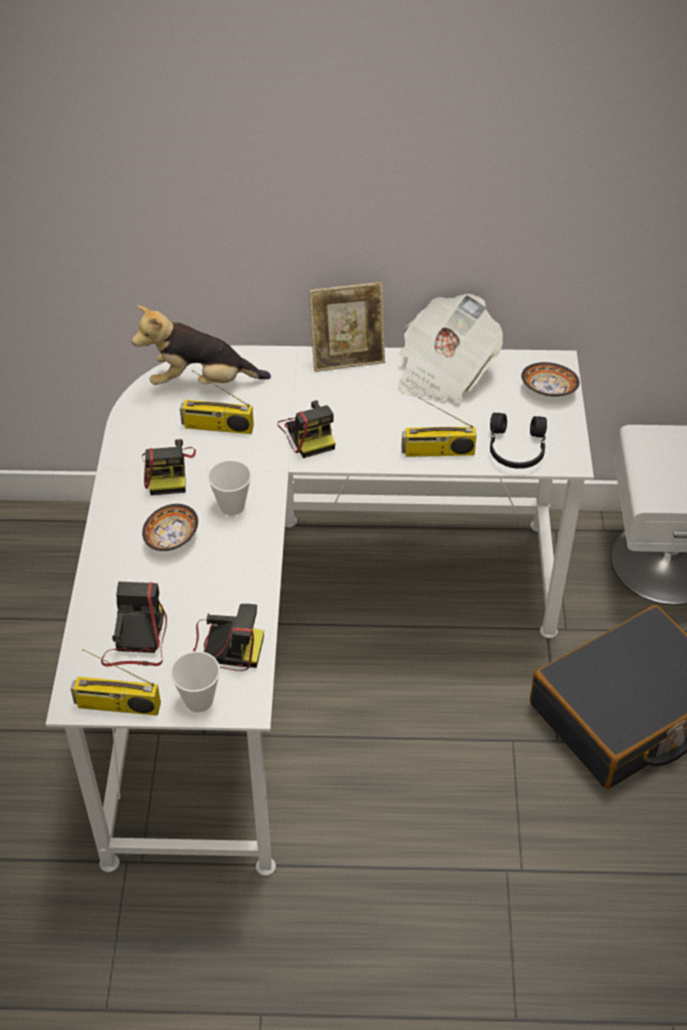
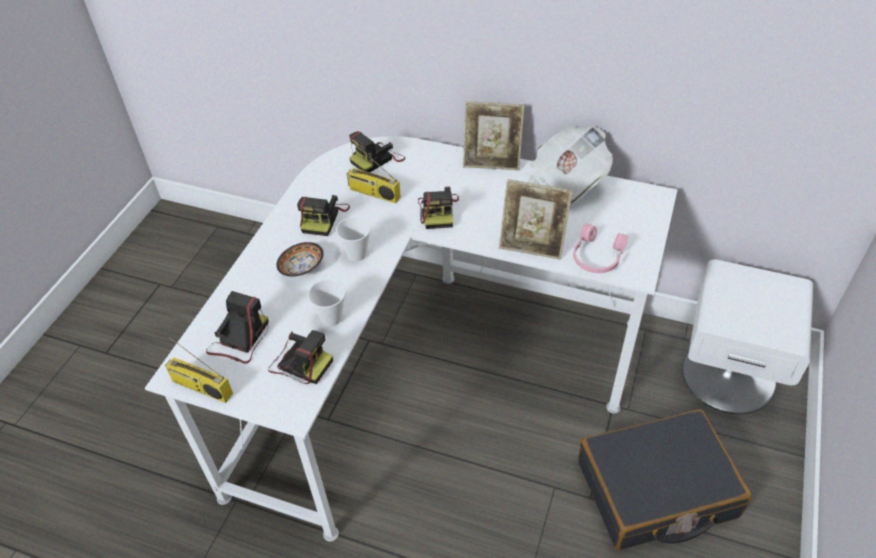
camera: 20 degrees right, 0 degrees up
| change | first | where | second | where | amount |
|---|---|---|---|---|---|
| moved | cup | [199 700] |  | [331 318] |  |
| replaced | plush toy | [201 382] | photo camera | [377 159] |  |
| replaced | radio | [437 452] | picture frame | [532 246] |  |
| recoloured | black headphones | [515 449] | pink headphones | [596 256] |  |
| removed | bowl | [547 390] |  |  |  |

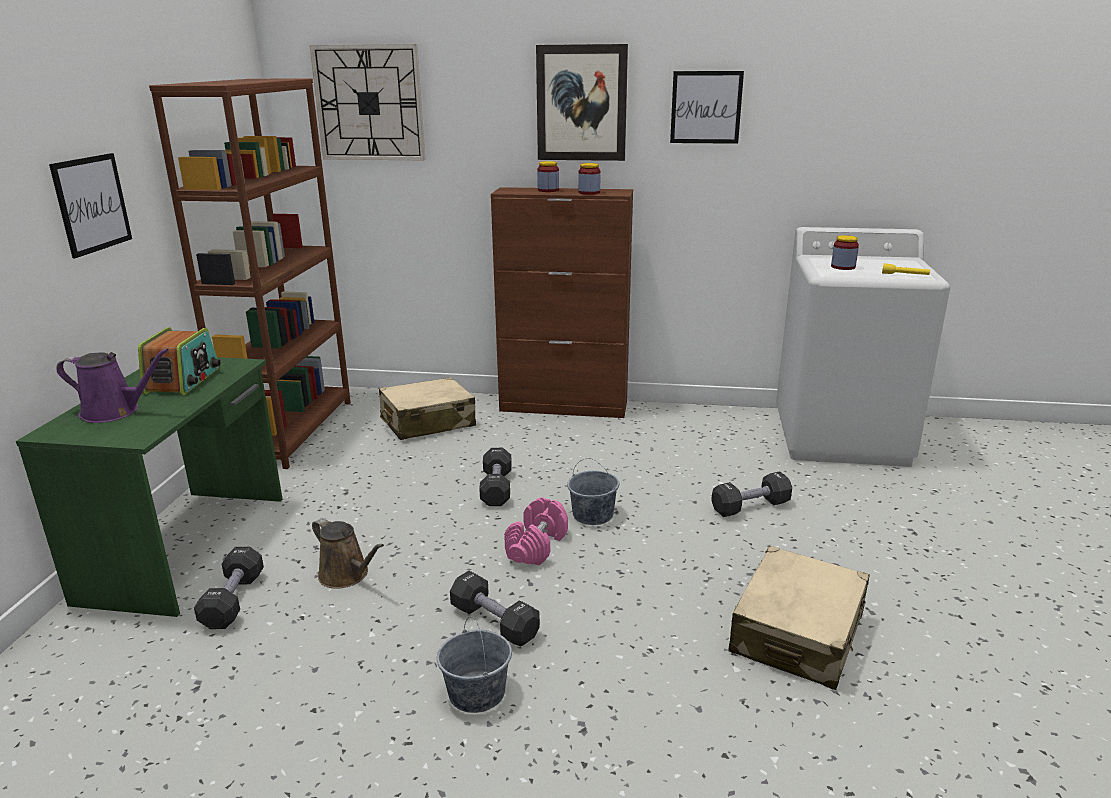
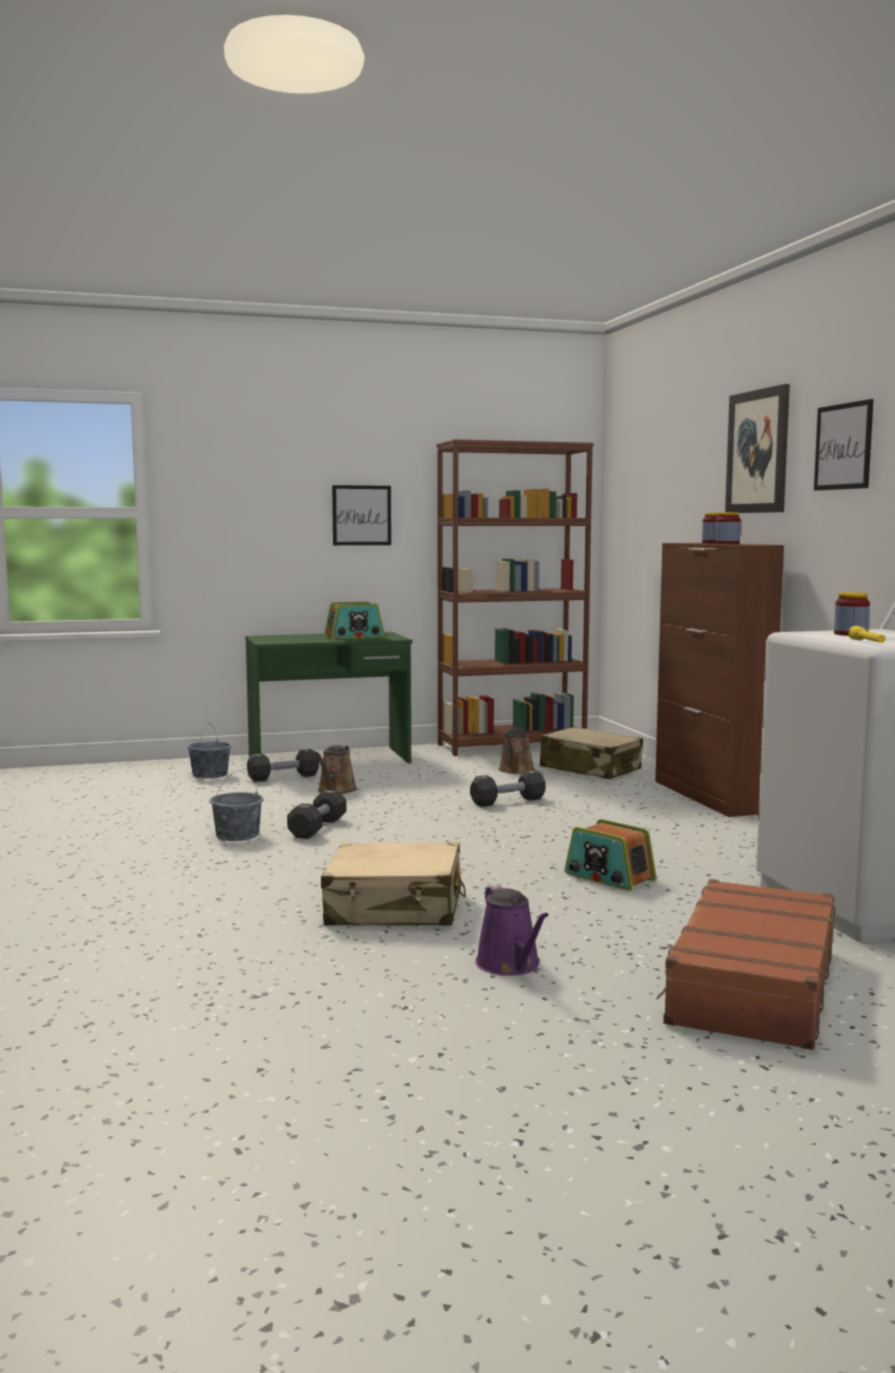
camera: 65 degrees right, 15 degrees down
| change | first | where | second | where | amount |
|---|---|---|---|---|---|
| moved | grey bucket | [593 515] |  | [210 775] |  |
| moved | purple watering can | [115 412] |  | [510 965] |  |
| added |  |  | brown watering can | [515 770] |  |
| replaced | black dumbbell | [750 507] | radio | [609 877] |  |
| added |  |  | brown suitcase | [751 986] |  |
| removed | wall clock | [369 103] |  |  |  |
| removed | pink dumbbell | [536 545] |  |  |  |

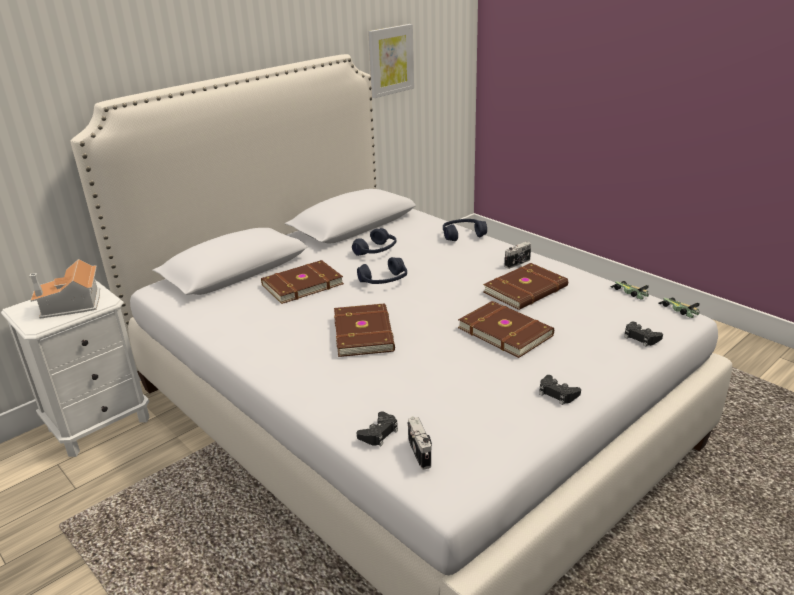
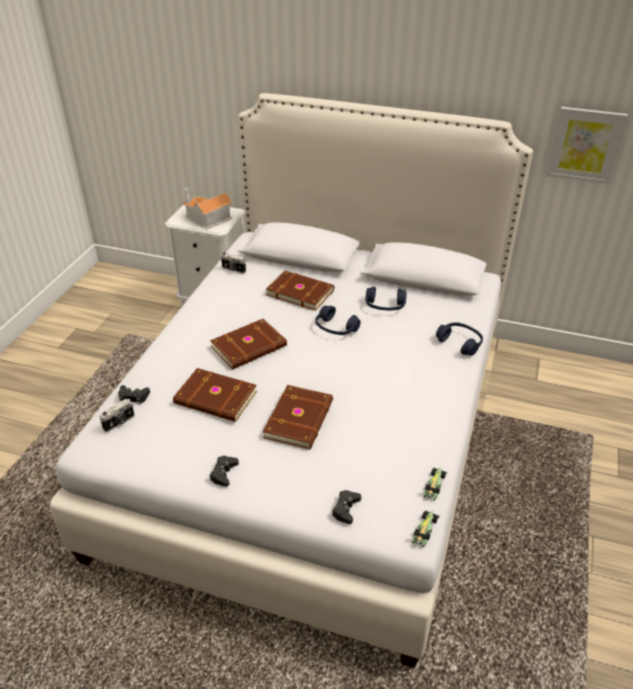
camera: 60 degrees right, 10 degrees up
| change | first | where | second | where | amount |
|---|---|---|---|---|---|
| moved | brown book | [527 290] |  | [215 399] |  |
| moved | photo camera | [518 263] |  | [233 269] |  |

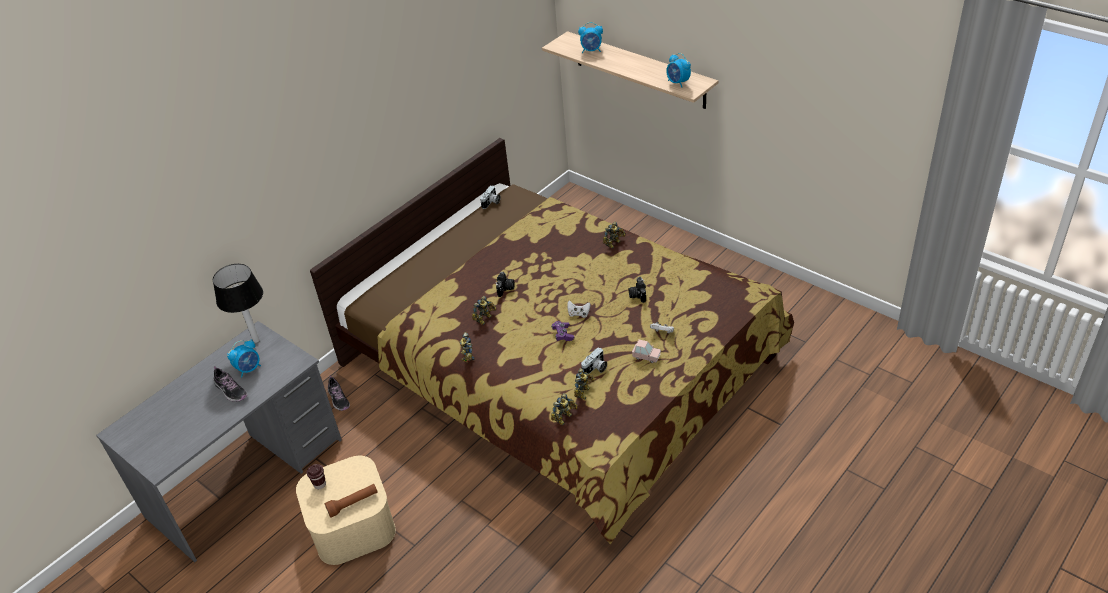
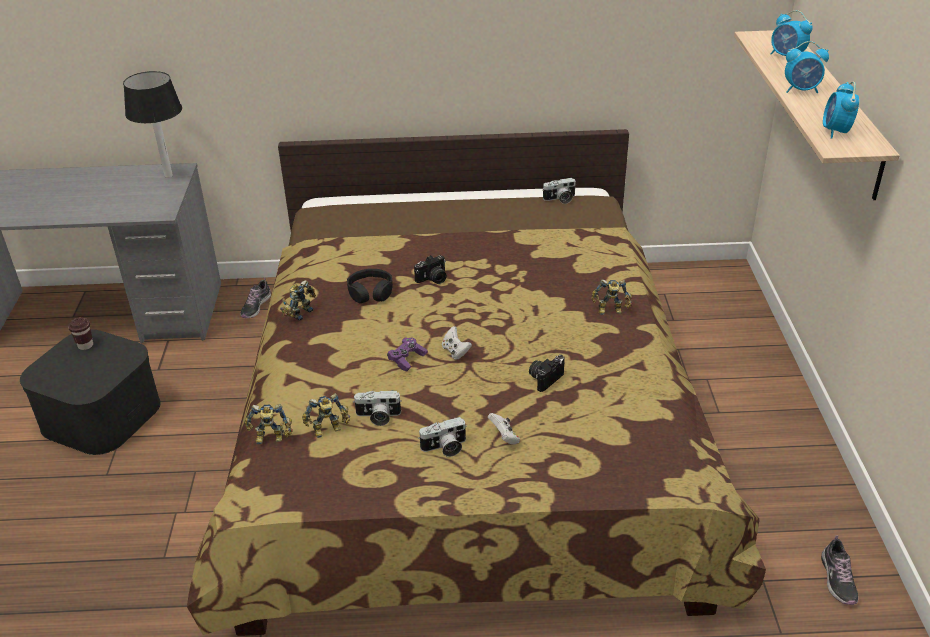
camera: 45 degrees right, 5 degrees down
| change | first | where | second | where | amount |
|---|---|---|---|---|---|
| recoloured | beige storage box | [351 525] | black storage box | [101 415] |  |
| replaced | toy robot | [485 319] | black headphones | [370 292] |  |
| replaced | pink toy car | [646 357] | photo camera | [445 448] |  |
| moved | alarm clock | [249 369] |  | [801 90] |  |
| moved | shoe | [231 390] |  | [837 579] |  |
| removed | brown flashlight | [353 503] |  |  |  |

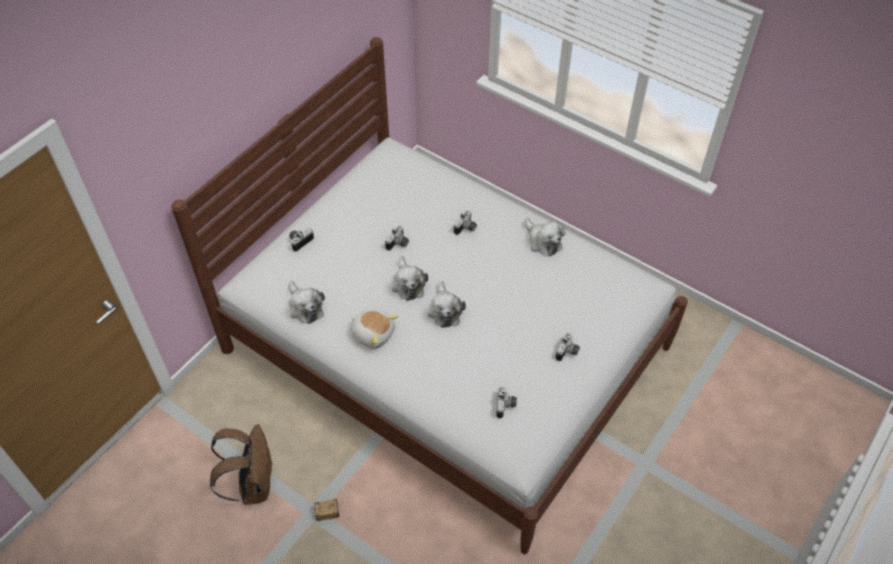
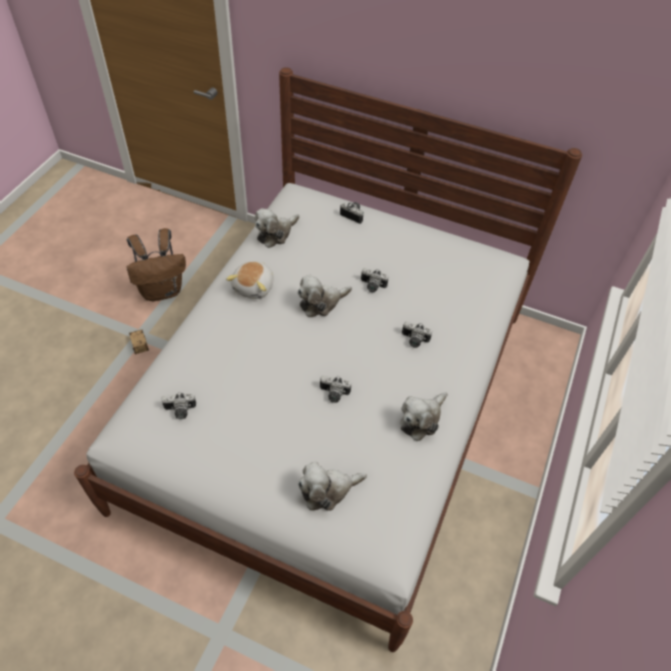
camera: 75 degrees right, 0 degrees up
| change | first | where | second | where | amount |
|---|---|---|---|---|---|
| moved | plush toy | [445 310] |  | [328 490] |  |
| moved | photo camera | [568 352] |  | [333 394] |  |

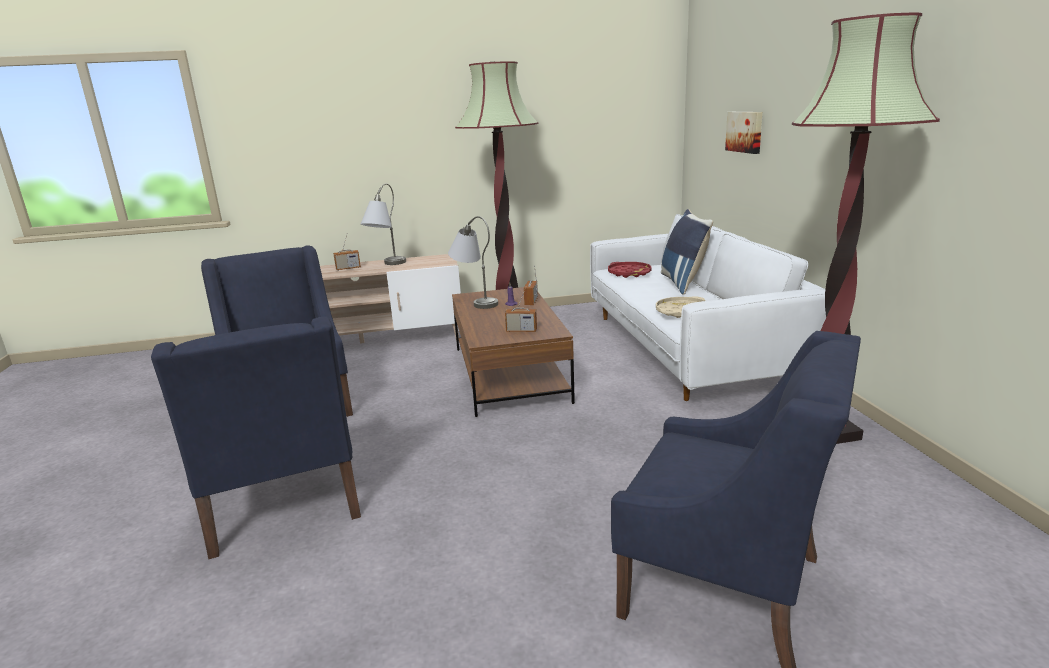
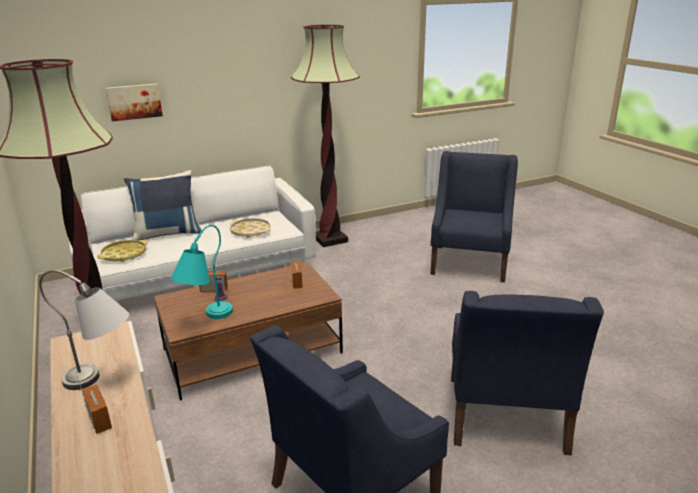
camera: 105 degrees left, 5 degrees up
| change | first | where | second | where | amount |
|---|---|---|---|---|---|
| recoloured | red tray | [629 273] | yellow tray | [124 254] |  |
| recoloured | grey table lamp | [475 301] | turquoise table lamp | [206 320] |  |
| turned | blue armchair | [283 503] |  | [505 415] | 135 degrees clockwise |

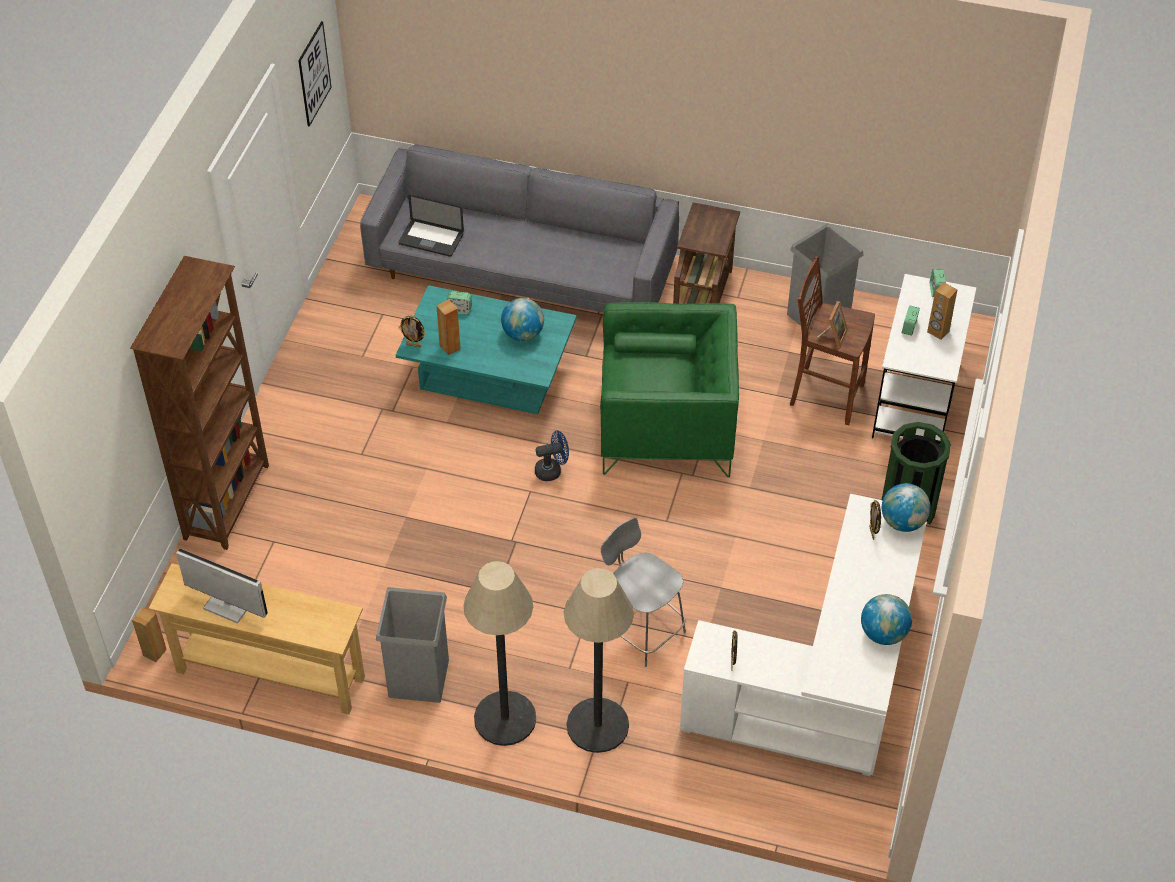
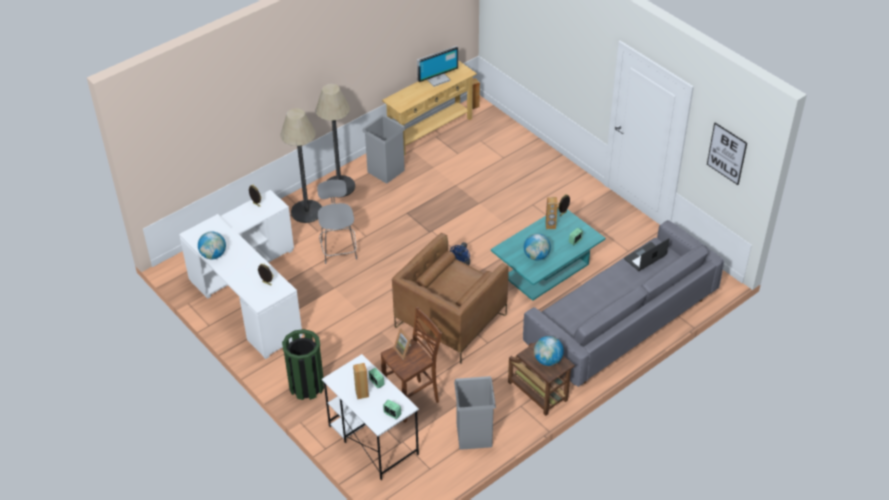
camera: 125 degrees right, 5 degrees down
| change | first | where | second | where | amount |
|---|---|---|---|---|---|
| turned | grey chair | [642 630] |  | [338 249] | 90 degrees counterclockwise |
| recoloured | green armchair | [666 427] | brown armchair | [450 321] |  |
| moved | globe | [903 522] |  | [548 360] |  |
| removed | brown bookcase | [228 501] |  |  |  |

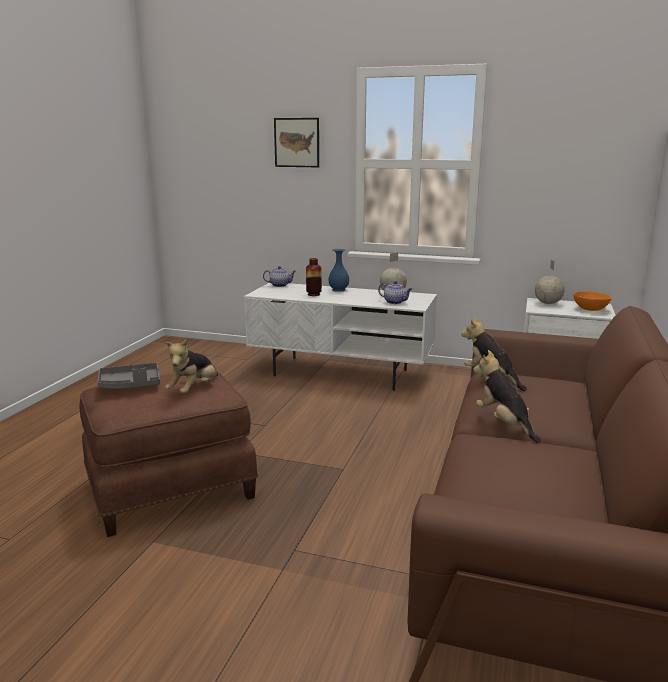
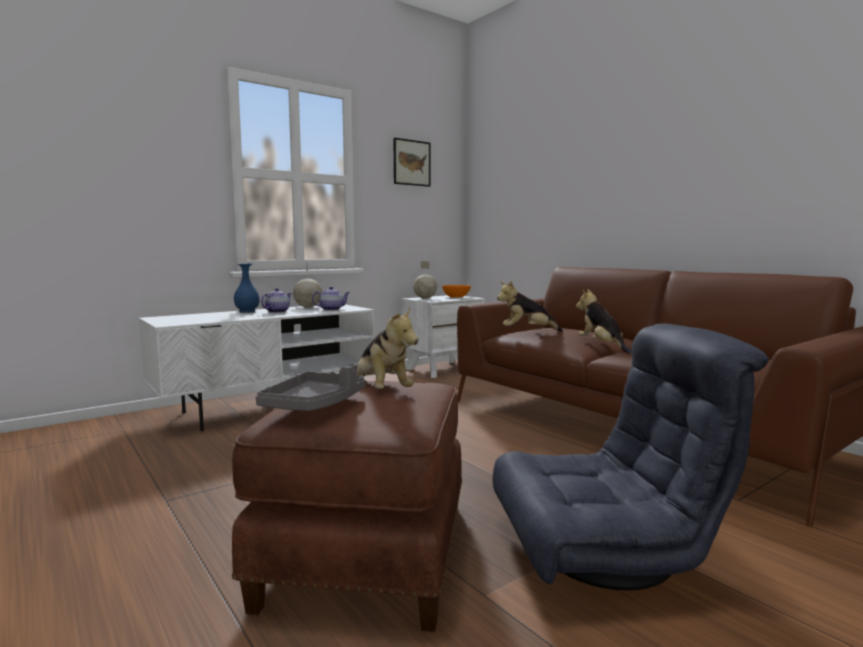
camera: 55 degrees left, 10 degrees down
| change | first | where | second | where | amount |
|---|---|---|---|---|---|
| moved | teapot | [280 285] |  | [277 311] |  |
| moved | picture | [297 142] |  | [411 163] |  |
| added |  |  | grey armchair | [605 555] |  |
| turned | plush toy | [504 423] |  | [602 346] | 60 degrees clockwise |
| removed | vase | [314 294] |  |  |  |

